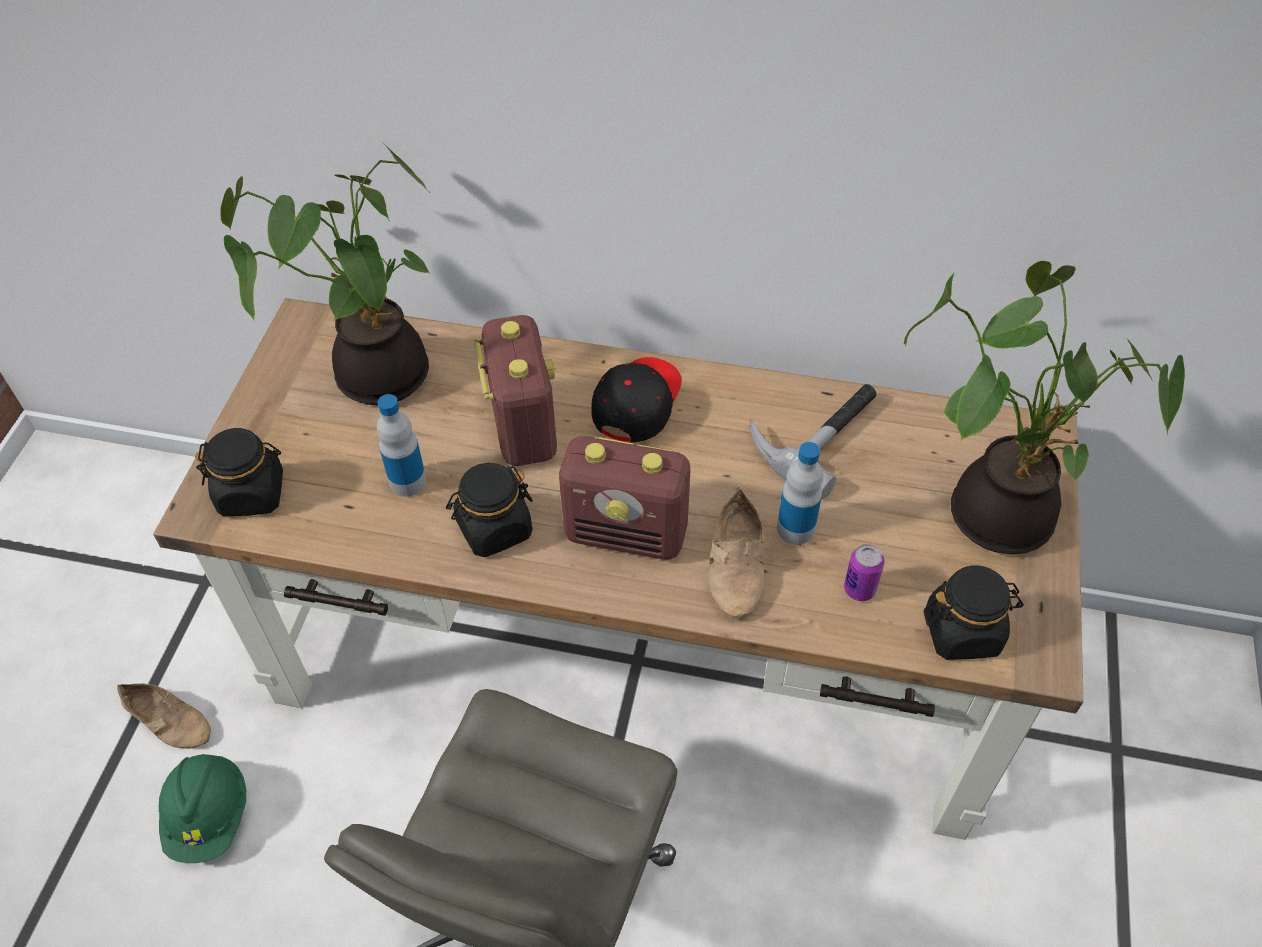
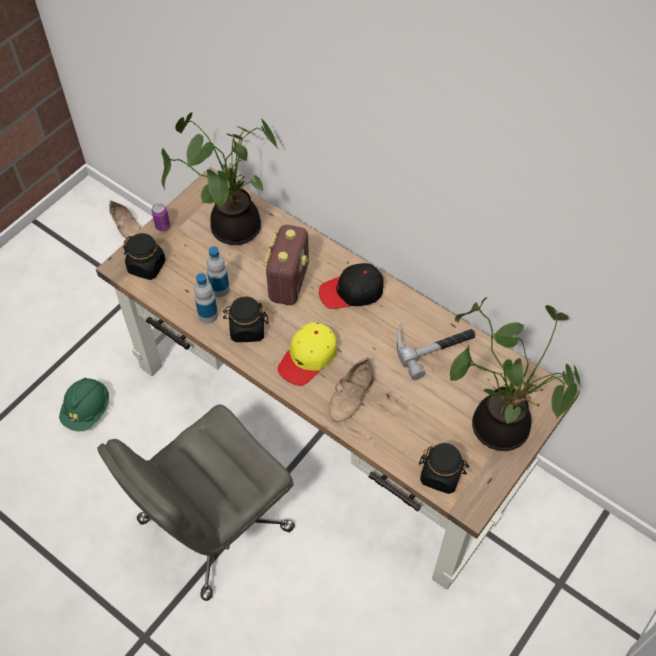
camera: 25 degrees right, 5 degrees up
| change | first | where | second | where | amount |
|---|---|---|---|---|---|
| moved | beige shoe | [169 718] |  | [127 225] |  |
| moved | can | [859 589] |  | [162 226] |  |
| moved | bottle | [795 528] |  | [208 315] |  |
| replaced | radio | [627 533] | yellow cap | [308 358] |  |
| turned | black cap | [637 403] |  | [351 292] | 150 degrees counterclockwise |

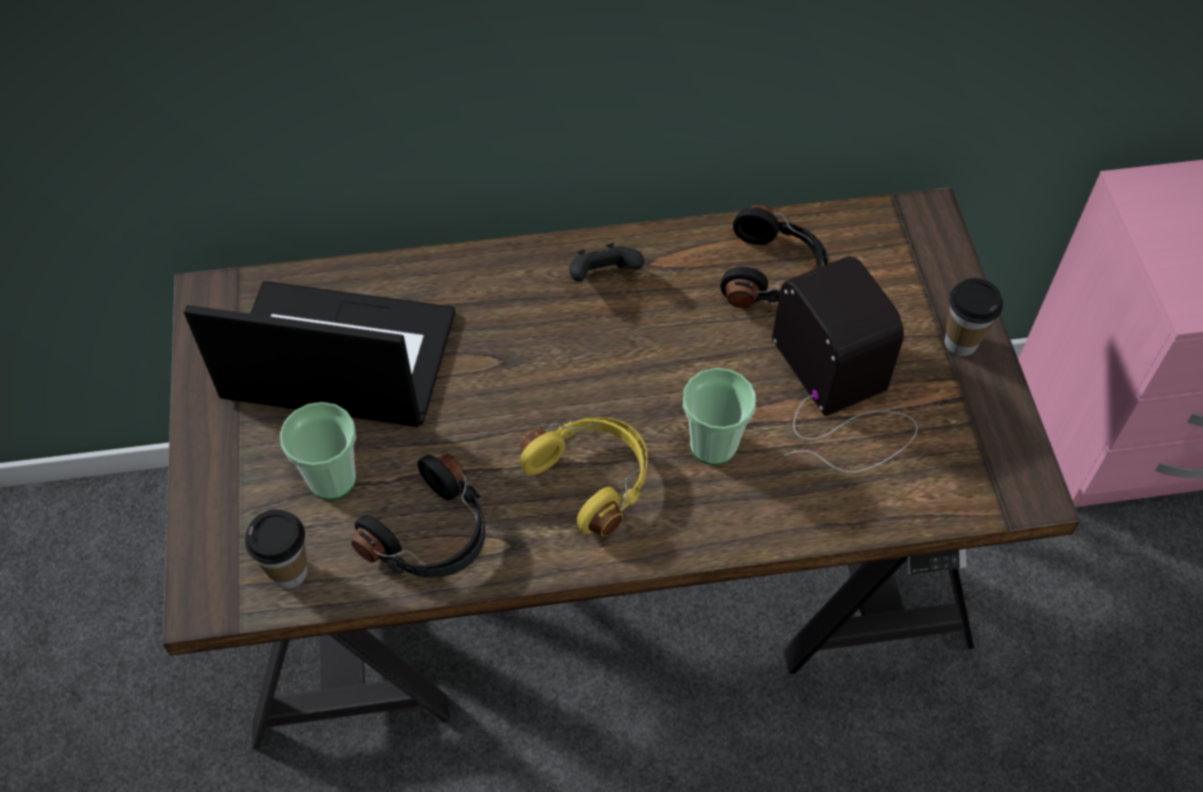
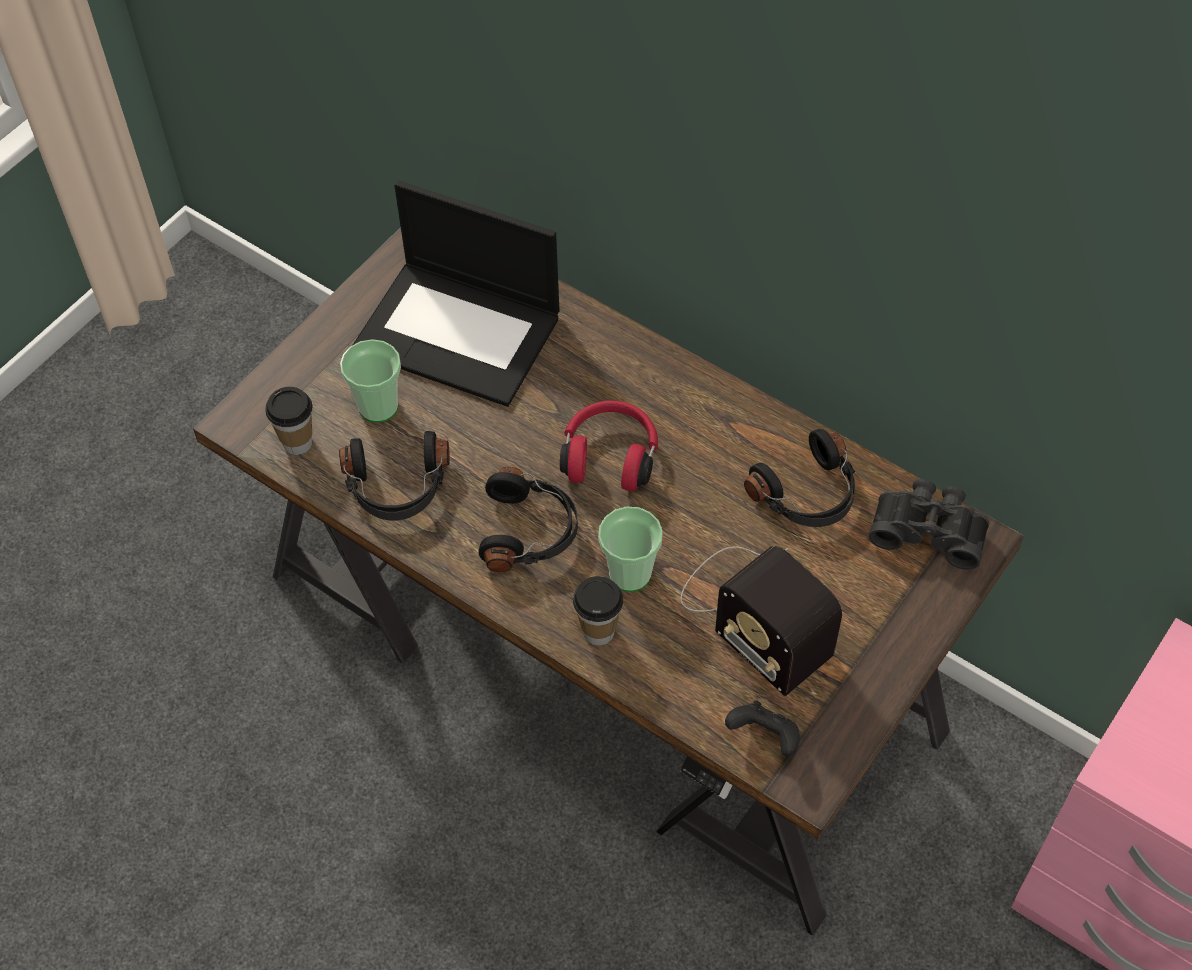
camera: 45 degrees right, 0 degrees up
| change | first | where | second | where | amount |
|---|---|---|---|---|---|
| turned | laptop | [336 358] |  | [460 332] | 150 degrees clockwise |
| recoloured | yellow headphones | [593 478] | black headphones | [530 532] |  |
| added |  |  | red headphones | [610 455] |  |
| moved | cup | [960 343] |  | [598 631] |  |
| turned | radio | [841 397] |  | [753 613] | 120 degrees clockwise |
| moved | black game controller | [603 277] |  | [764 737] |  |
| added |  |  | black binoculars | [928 529] |  |

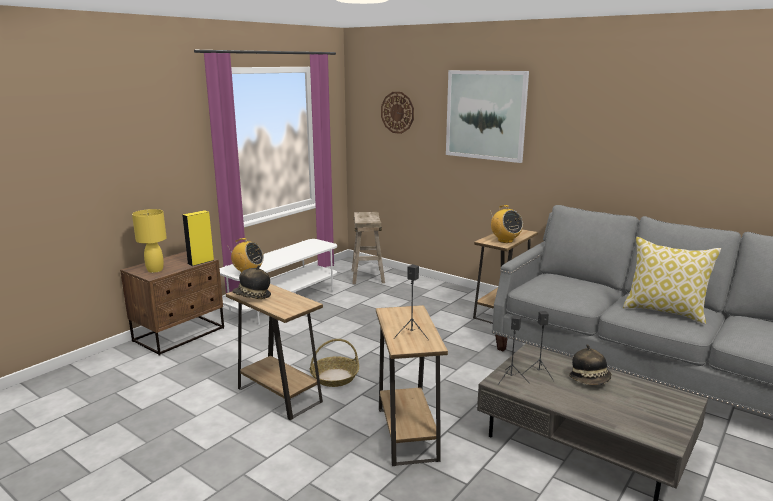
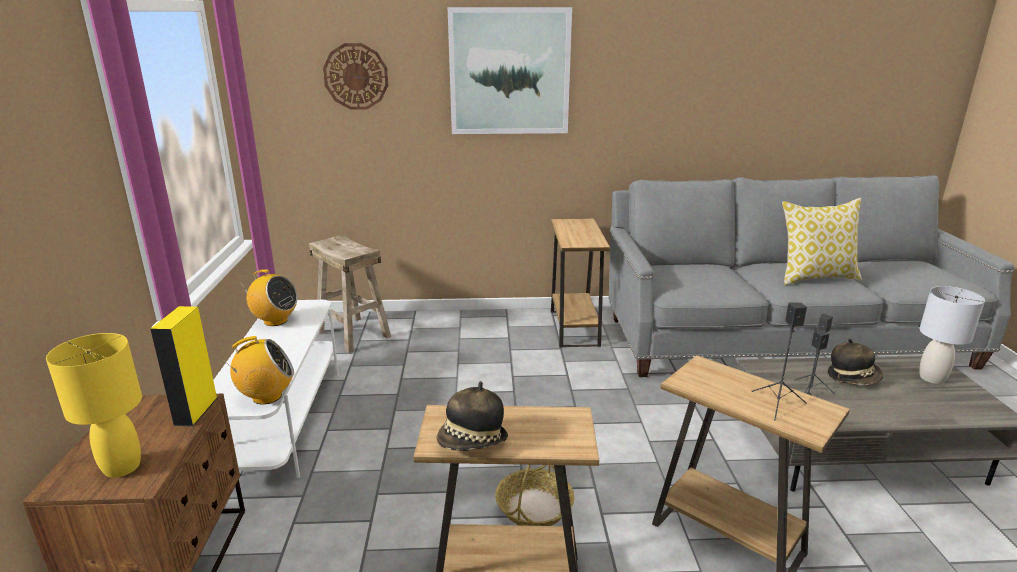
camera: 40 degrees left, 5 degrees up
| change | first | where | second | where | amount |
|---|---|---|---|---|---|
| moved | radio | [505 240] |  | [275 321] |  |
| added |  |  | grey table lamp | [932 378] |  |

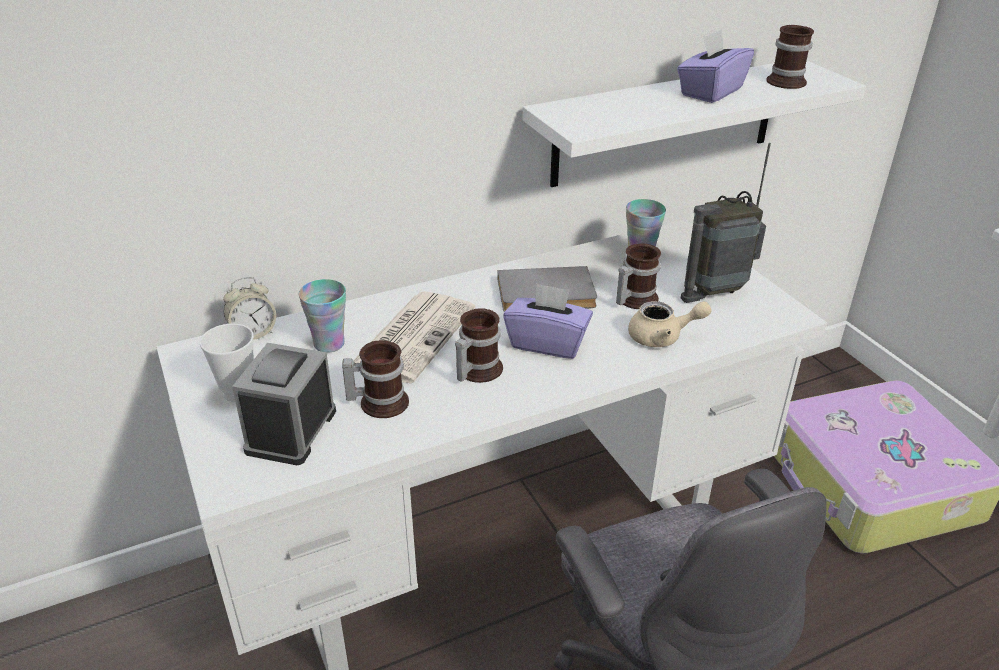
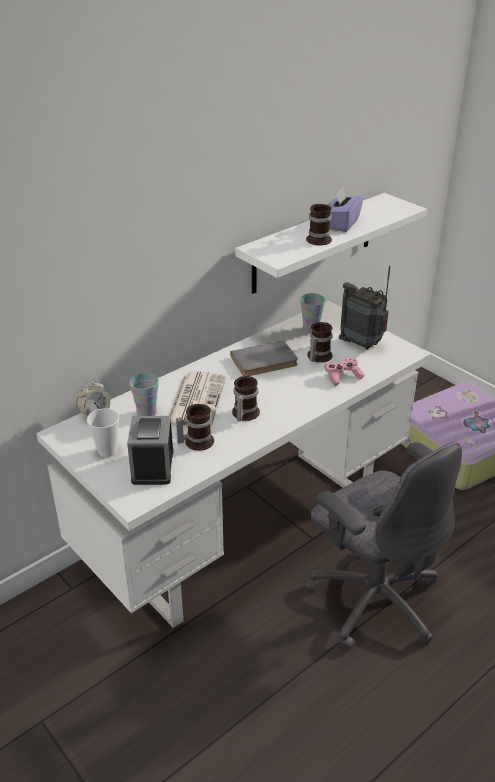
camera: 15 degrees left, 0 degrees up
| change | first | where | second | where | amount |
|---|---|---|---|---|---|
| moved | mug | [787 80] |  | [319 238] |  |
| replaced | beige teapot | [662 337] | pink game controller | [343 377] |  |
| turned | radio | [714 291] |  | [362 344] | 75 degrees clockwise |
| removed | purple tissue box | [547 343] |  |  |  |

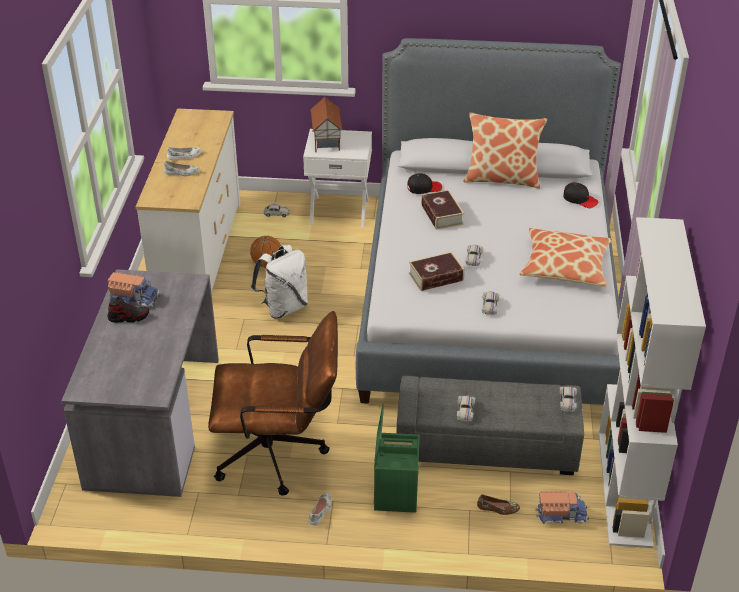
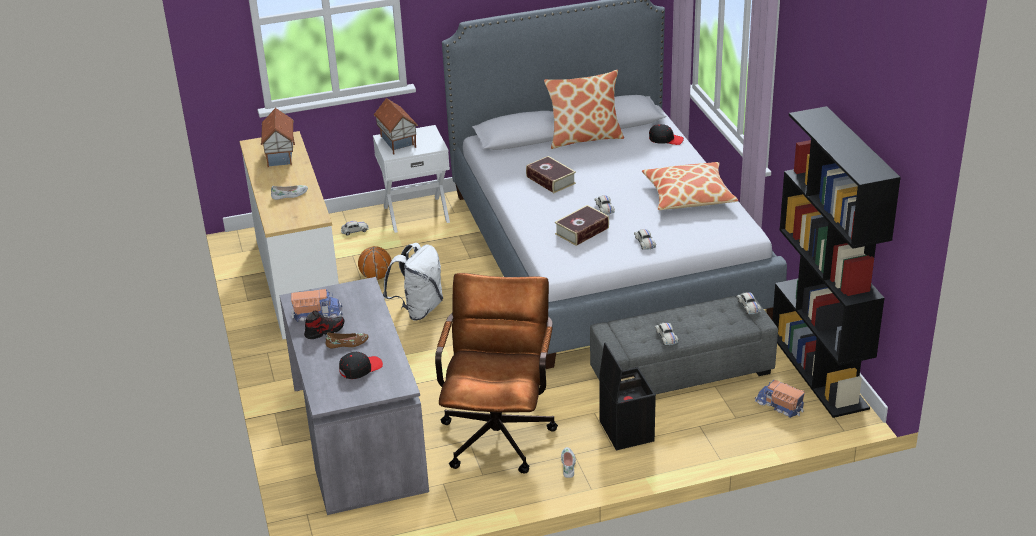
camera: 20 degrees left, 5 degrees down
| change | first | where | second | where | amount |
|---|---|---|---|---|---|
| added |  |  | toy house | [281 155] |  |
| moved | brown shoe | [498 508] |  | [347 343] |  |
| moved | black cap | [424 188] |  | [360 368] |  |
| turned | brown office chair | [279 454] |  | [499 431] | 60 degrees counterclockwise |
| recoloured | green storage box | [395 492] | black storage box | [625 430] |  |
| turned | toy truck | [561 514] |  | [779 406] | 120 degrees counterclockwise |
| recoloured | white bookcase | [625 488] | black bookcase | [819 371] |  |
| removed | white shoe | [184 156] |  |  |  |

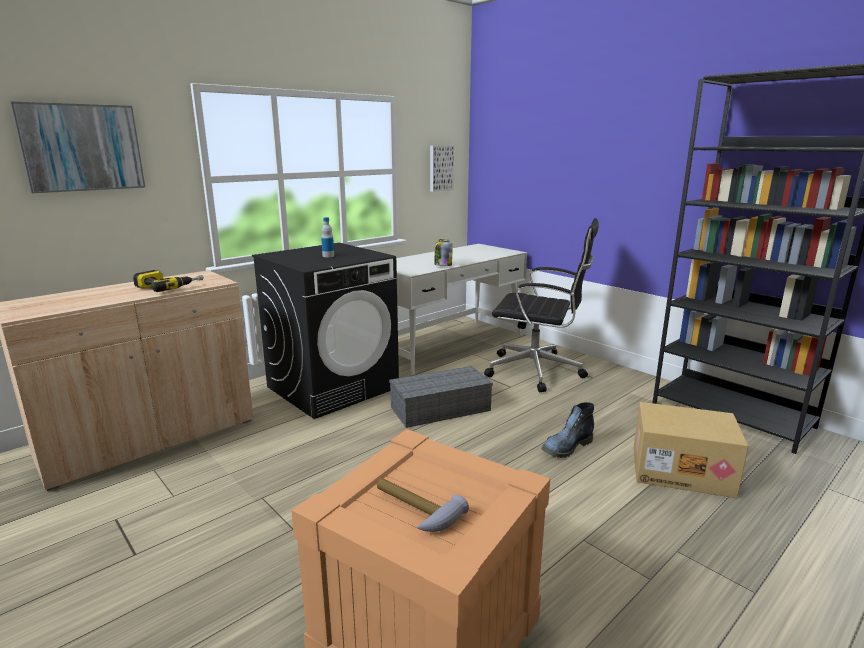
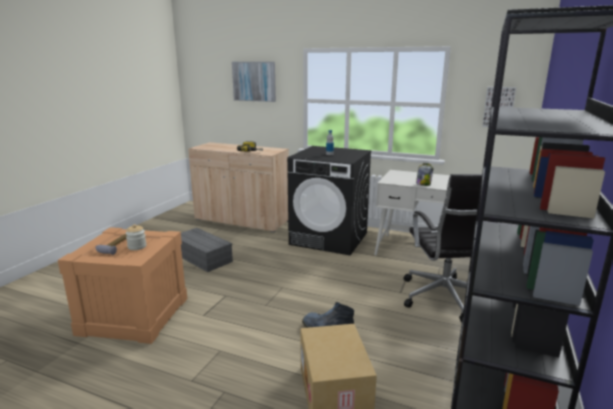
camera: 65 degrees right, 0 degrees up
| change | first | where | second | where | amount |
|---|---|---|---|---|---|
| added |  |  | jar | [137 247] |  |
| moved | grey storage box | [439 409] |  | [201 257] |  |

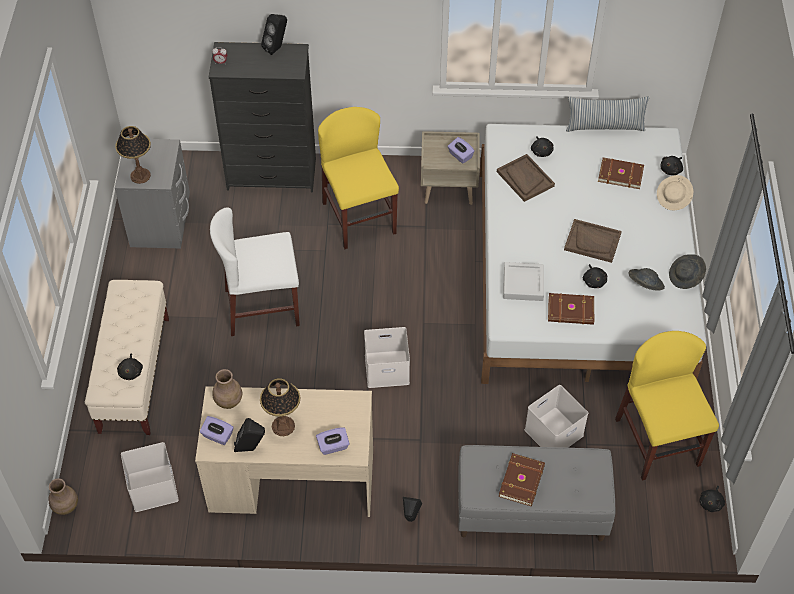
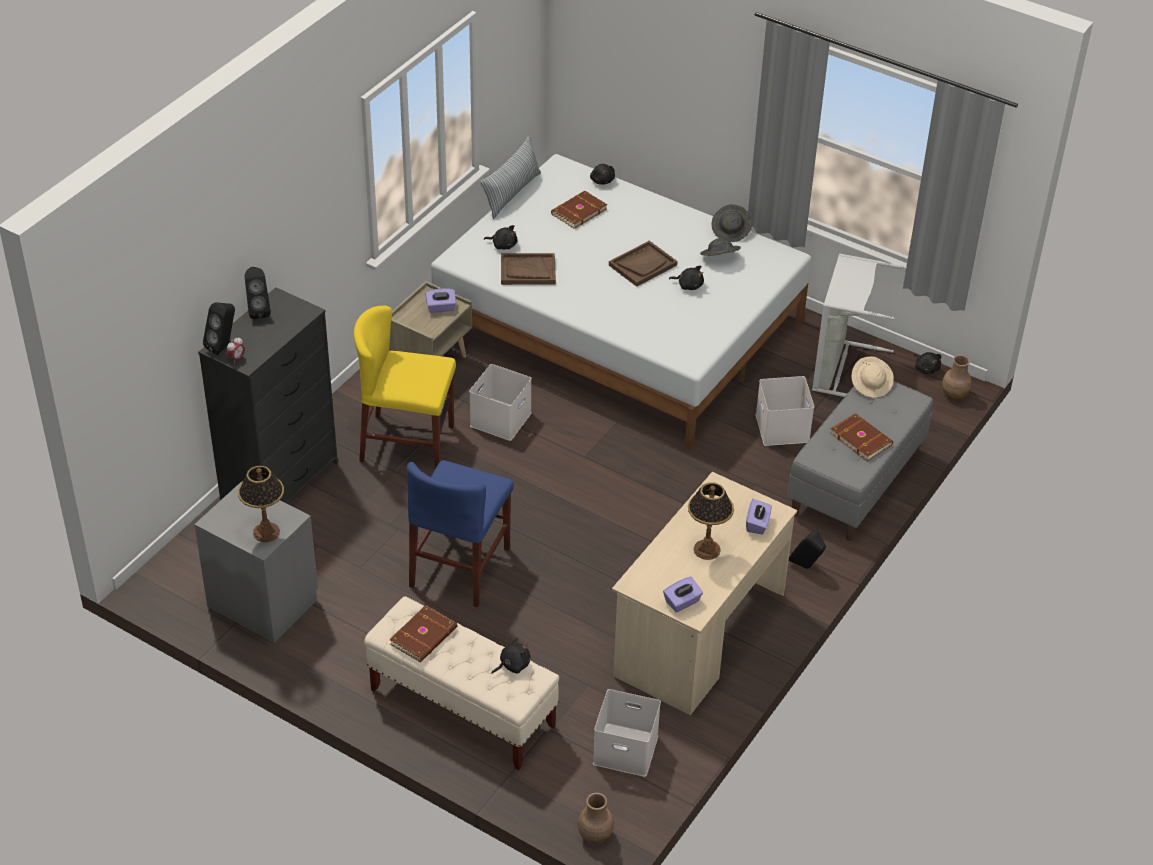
camera: 60 degrees left, 10 degrees down
| change | first | where | second | where | amount |
|---|---|---|---|---|---|
| moved | black speaker | [251 448] |  | [223 346] |  |
| moved | brown book | [571 311] |  | [424 636] |  |
| recoloured | white chair | [262 307] | blue chair | [460 567] |  |
| moved | white storage box | [386 370] |  | [501 420] |  |
| turned | black plush toy | [131 372] |  | [512 665] | 60 degrees counterclockwise |
| replaced | yellow chair | [657 442] | grey laundry basket | [842 369] |  |
| moved | beige hat | [673 199] |  | [871 385] |  |
| moved | brown vase | [229 401] |  | [954 394] |  |
| removed | grey tray | [523 284] |  |  |  |

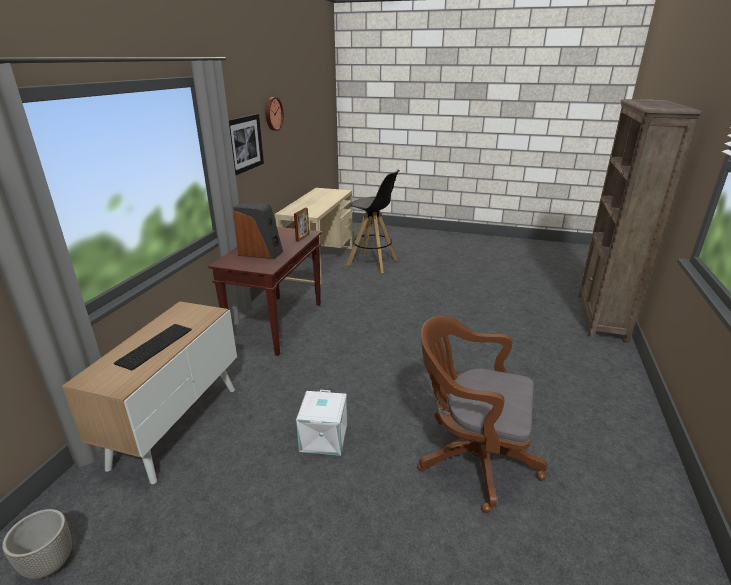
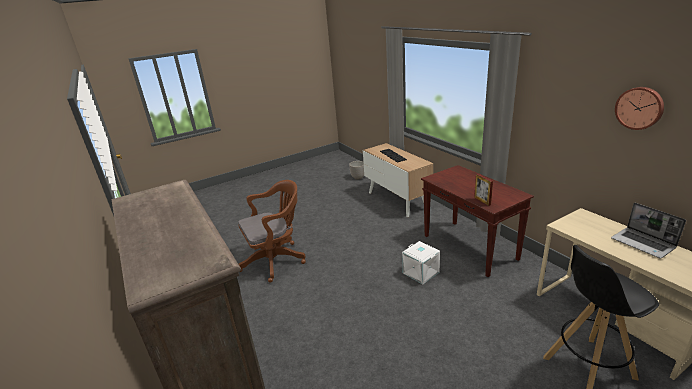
camera: 135 degrees right, 0 degrees up
| change | first | where | second | where | amount |
|---|---|---|---|---|---|
| moved | white storage box | [324 438] |  | [420 272] |  |
| added |  |  | laptop | [643 243] |  |
| removed | picture | [243 144] |  |  |  |
| removed | speaker | [261 253] |  |  |  |

